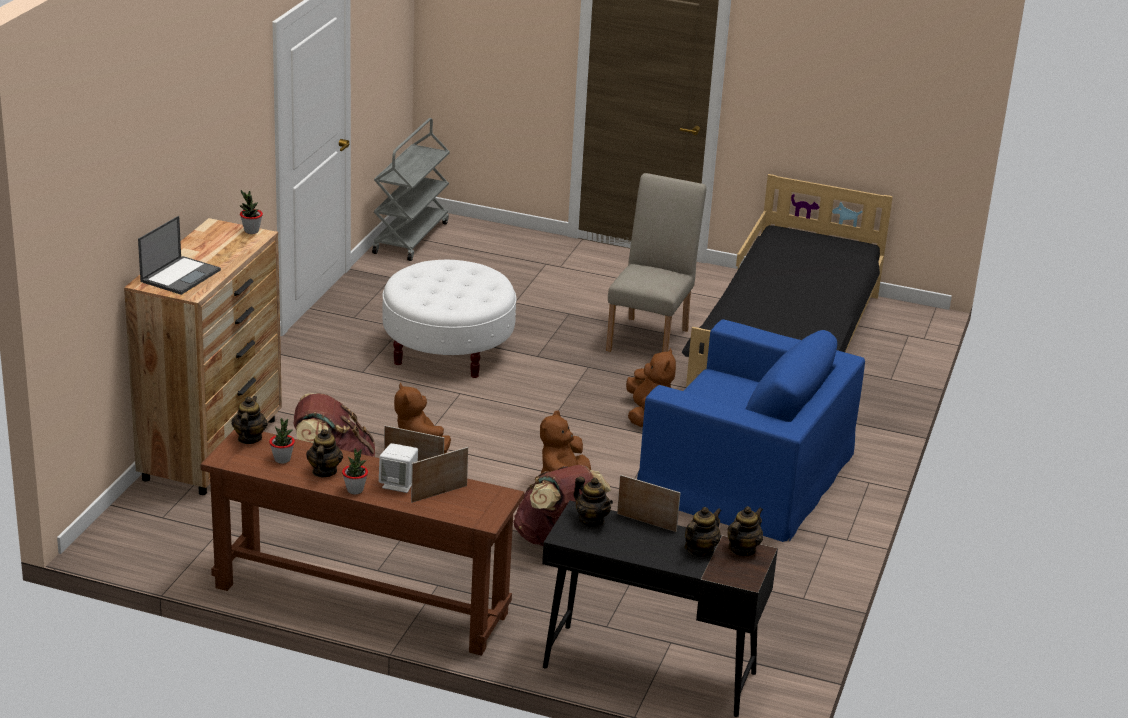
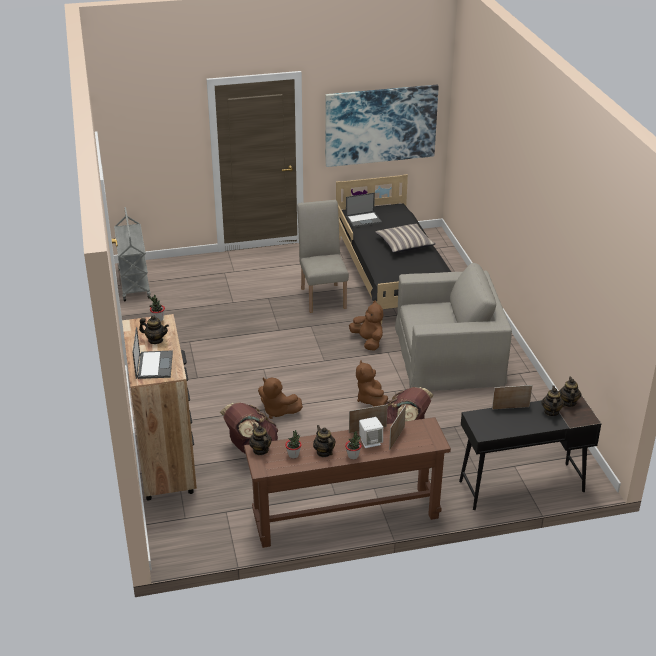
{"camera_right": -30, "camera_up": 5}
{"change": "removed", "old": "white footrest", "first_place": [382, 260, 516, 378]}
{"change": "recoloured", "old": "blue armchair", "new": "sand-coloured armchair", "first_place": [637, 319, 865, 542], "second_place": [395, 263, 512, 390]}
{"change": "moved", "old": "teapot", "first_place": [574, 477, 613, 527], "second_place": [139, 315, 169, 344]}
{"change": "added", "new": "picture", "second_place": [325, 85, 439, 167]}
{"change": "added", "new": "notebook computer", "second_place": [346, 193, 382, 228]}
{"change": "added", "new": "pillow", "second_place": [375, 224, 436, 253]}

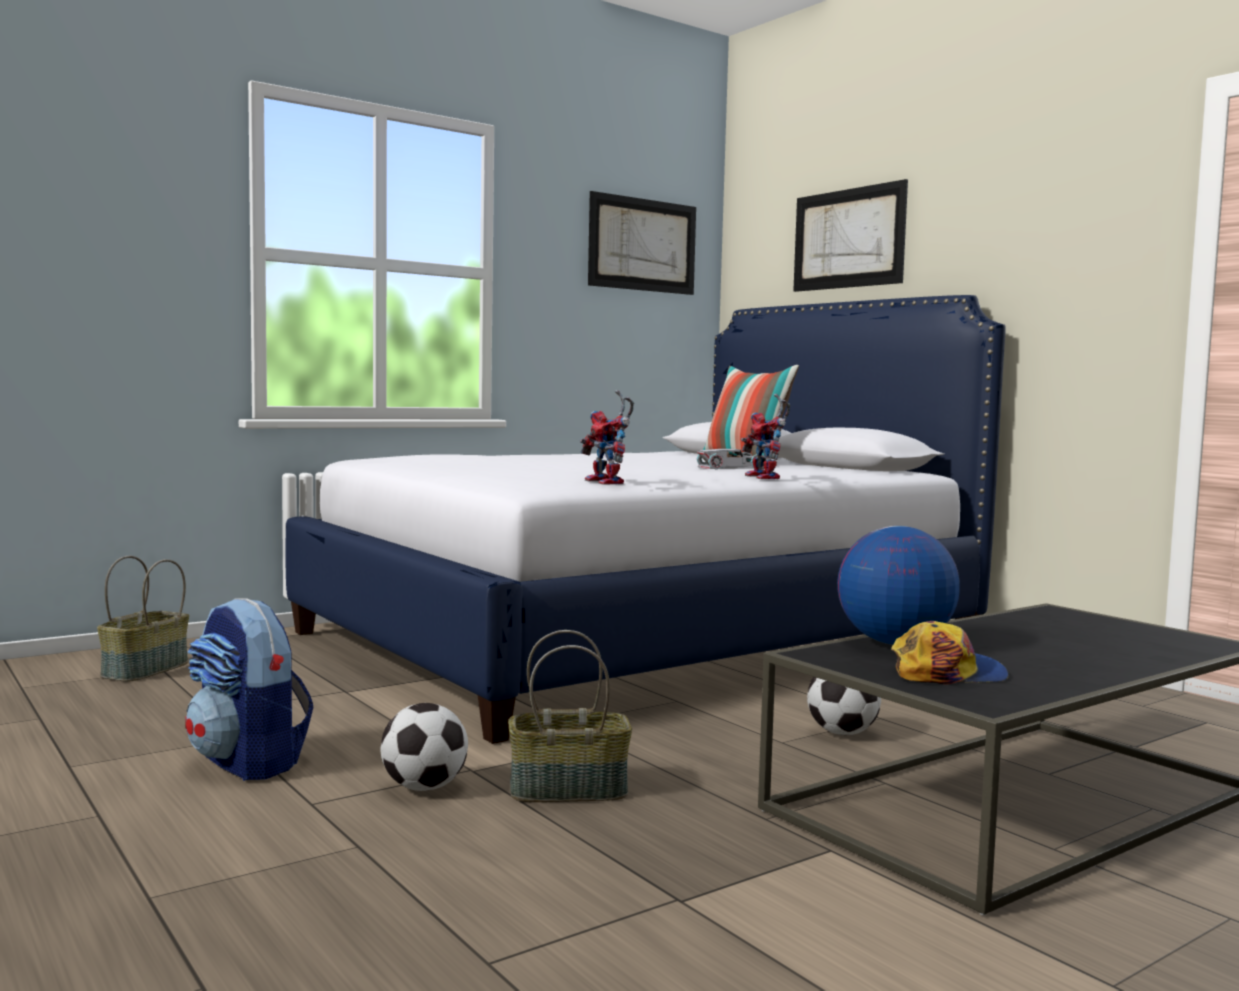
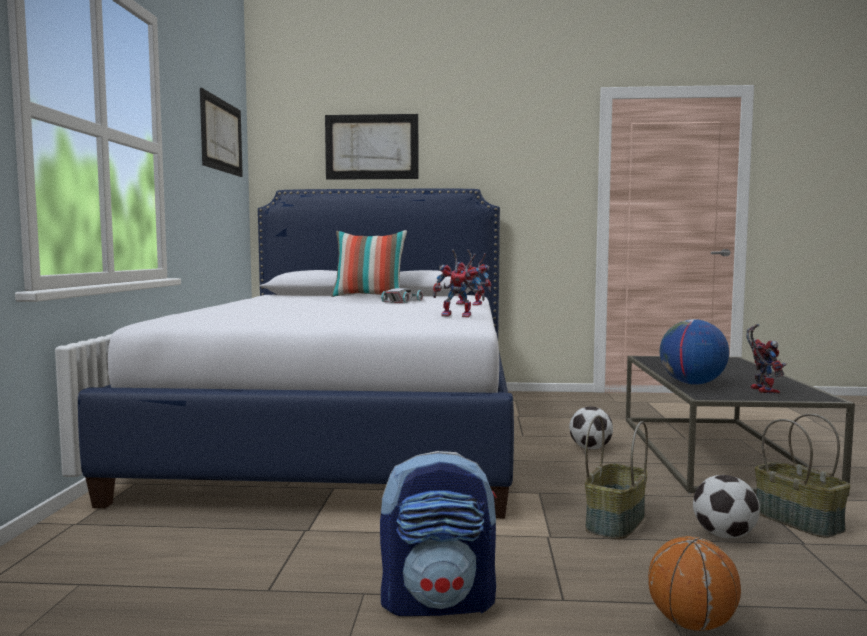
{"camera_right": -50, "camera_up": 0}
{"change": "moved", "old": "storage basket", "first_place": [97, 556, 189, 682], "second_place": [755, 414, 851, 538]}
{"change": "replaced", "old": "baseball cap", "new": "robot figure", "first_place": [891, 621, 1008, 685], "second_place": [746, 324, 787, 394]}
{"change": "moved", "old": "football ball", "first_place": [381, 703, 468, 791], "second_place": [693, 475, 760, 538]}
{"change": "added", "new": "basketball ball", "second_place": [648, 536, 741, 631]}

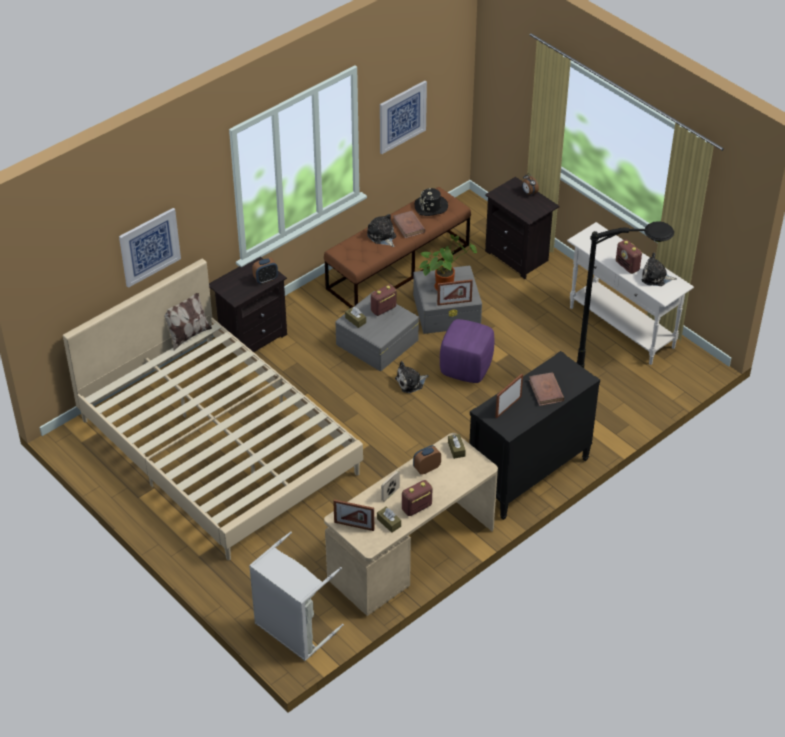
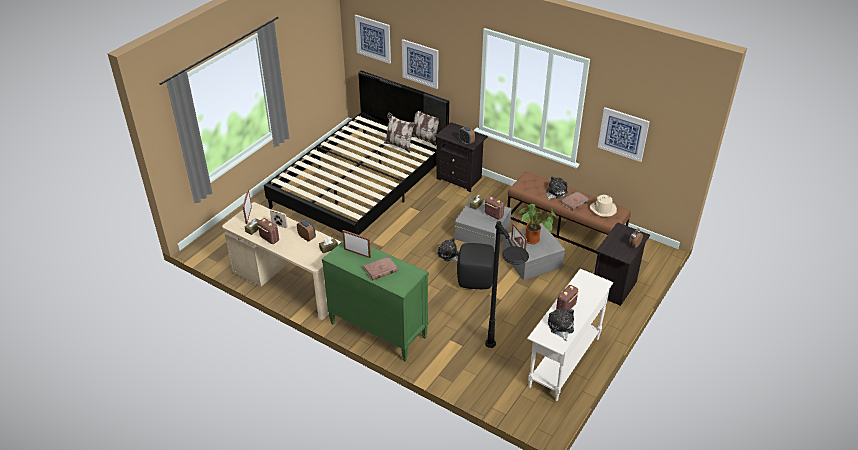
{"camera_right": 75, "camera_up": -5}
{"change": "recoloured", "old": "blackish wearable hat", "new": "sand-coloured wearable hat", "first_place": [415, 188, 448, 216], "second_place": [590, 194, 617, 217]}
{"change": "recoloured", "old": "sand-coloured bedroom bed", "new": "blackish bedroom bed", "first_place": [63, 259, 363, 560], "second_place": [264, 70, 449, 235]}
{"change": "recoloured", "old": "purplish footrest", "new": "blackish footrest", "first_place": [440, 319, 494, 383], "second_place": [457, 243, 495, 289]}
{"change": "recoloured", "old": "blackish drawer chest", "new": "green-coloured drawer chest", "first_place": [469, 351, 600, 520], "second_place": [322, 241, 429, 361]}
{"change": "removed", "old": "gray laundry basket", "first_place": [249, 531, 344, 661]}
{"change": "added", "new": "picture", "second_place": [355, 15, 391, 64]}
{"change": "added", "new": "pillow", "second_place": [384, 112, 415, 153]}

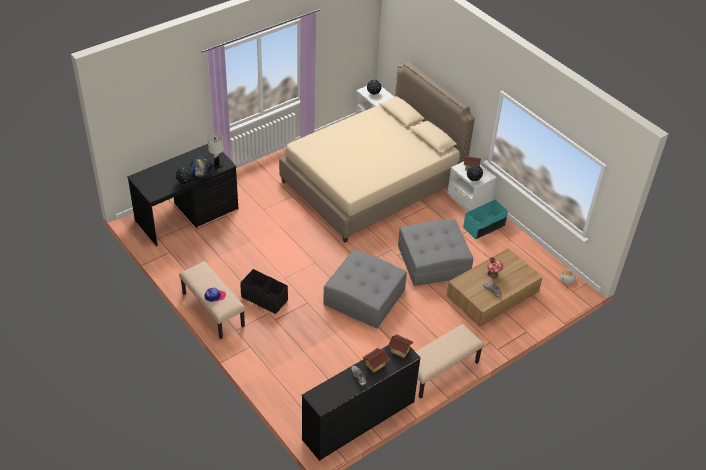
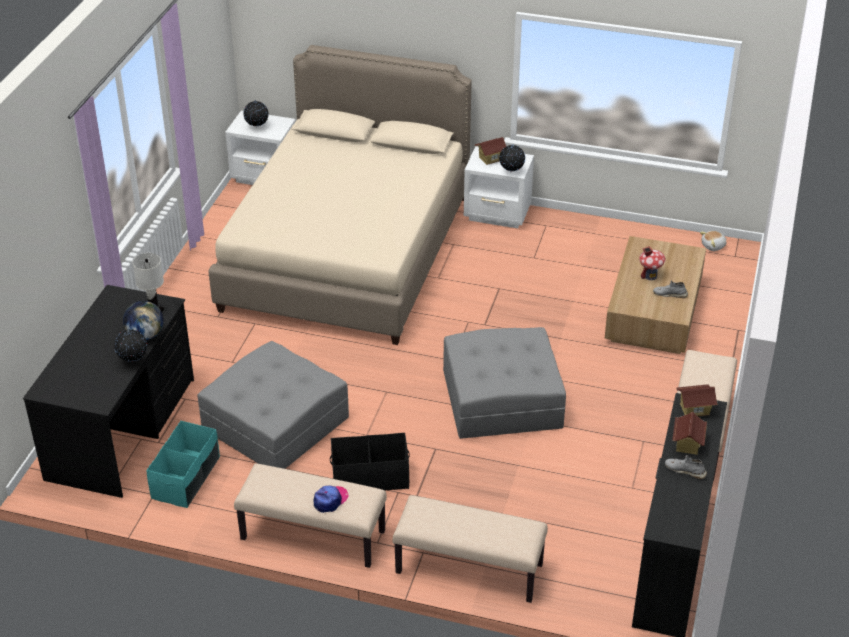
{"camera_right": -35, "camera_up": -5}
{"change": "moved", "old": "blue-green storage box", "first_place": [463, 200, 508, 239], "second_place": [146, 421, 220, 508]}
{"change": "moved", "old": "gray footrest", "first_place": [398, 219, 473, 286], "second_place": [197, 341, 349, 469]}
{"change": "added", "new": "sand-coloured bench", "second_place": [393, 495, 548, 603]}

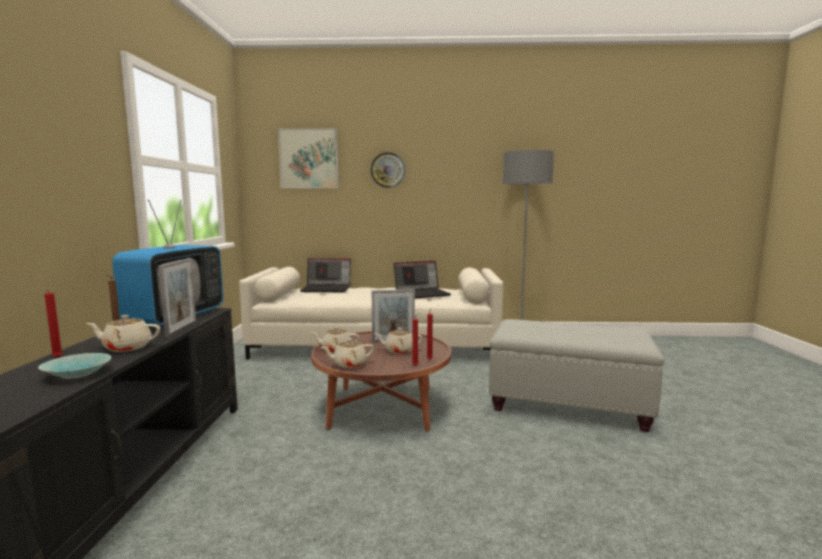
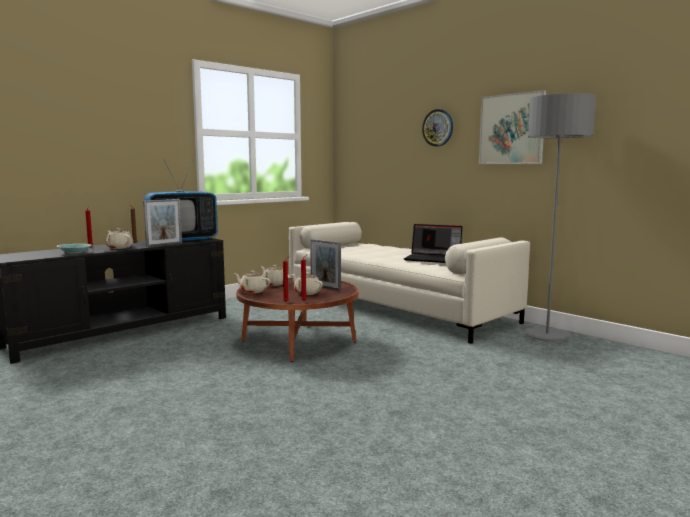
{"camera_right": 45, "camera_up": 0}
{"change": "moved", "old": "picture", "first_place": [278, 128, 339, 188], "second_place": [479, 90, 546, 164]}
{"change": "removed", "old": "notebook computer", "first_place": [300, 258, 351, 292]}
{"change": "removed", "old": "gray footrest", "first_place": [489, 319, 664, 432]}

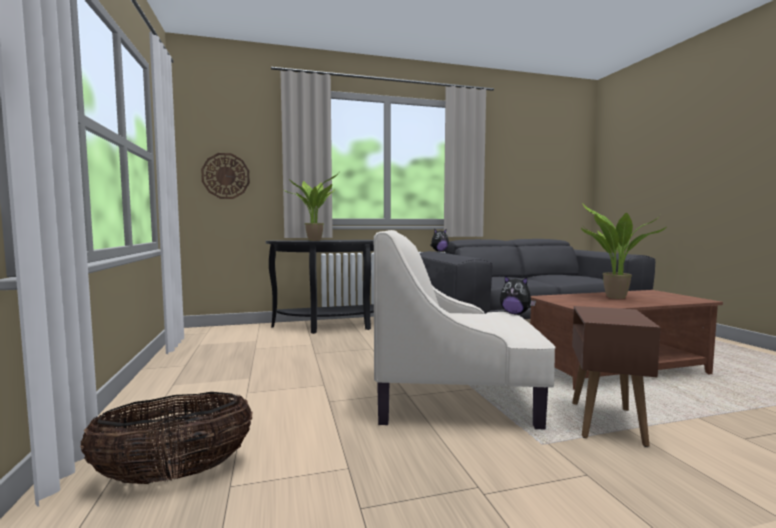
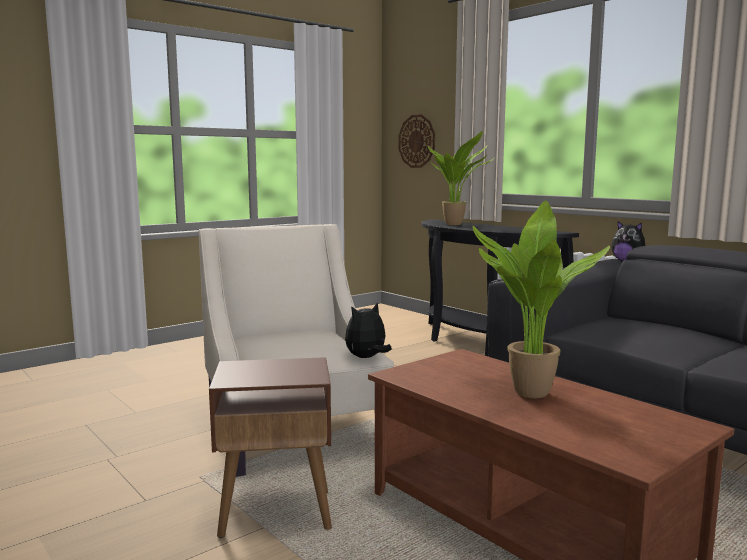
{"camera_right": 65, "camera_up": 5}
{"change": "turned", "old": "cuddly toy", "first_place": [500, 276, 536, 314], "second_place": [345, 302, 392, 358], "degrees": 45}
{"change": "removed", "old": "storage basket", "first_place": [80, 392, 252, 484]}

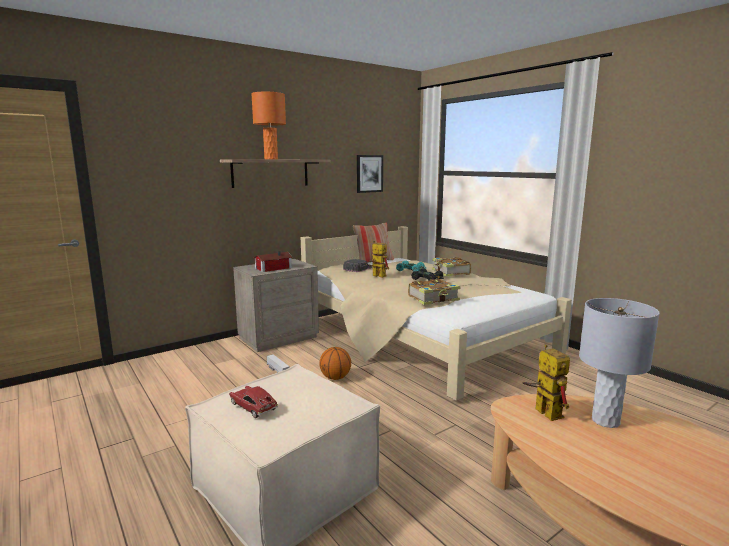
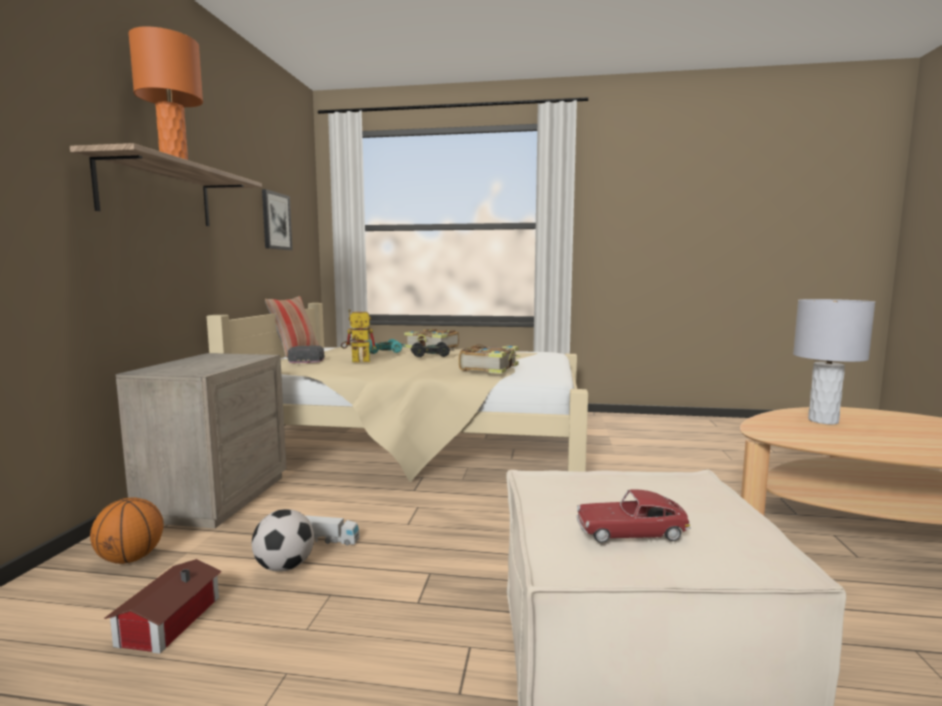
{"camera_right": -45, "camera_up": -5}
{"change": "moved", "old": "miniature house", "first_place": [254, 251, 293, 272], "second_place": [104, 559, 222, 653]}
{"change": "removed", "old": "robot figure", "first_place": [522, 344, 570, 421]}
{"change": "moved", "old": "basketball ball", "first_place": [319, 347, 351, 380], "second_place": [90, 497, 164, 564]}
{"change": "added", "new": "football ball", "second_place": [252, 509, 314, 572]}

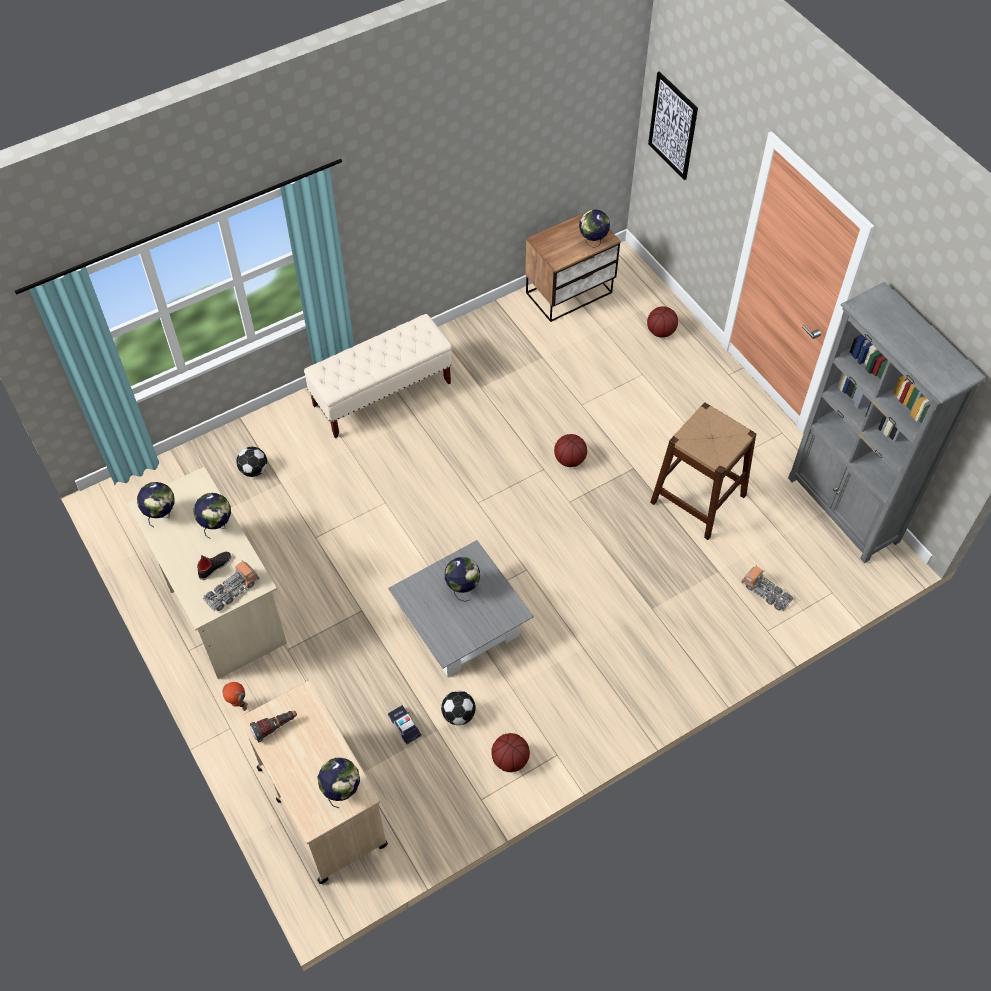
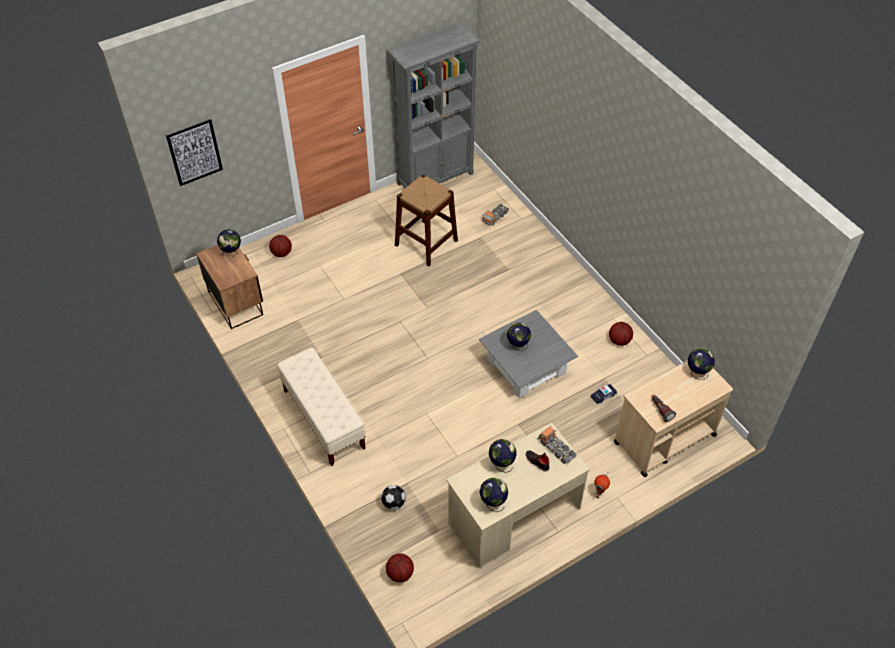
{"camera_right": -90, "camera_up": -5}
{"change": "moved", "old": "basketball ball", "first_place": [554, 434, 587, 467], "second_place": [386, 553, 414, 582]}
{"change": "removed", "old": "football ball", "first_place": [441, 691, 476, 725]}

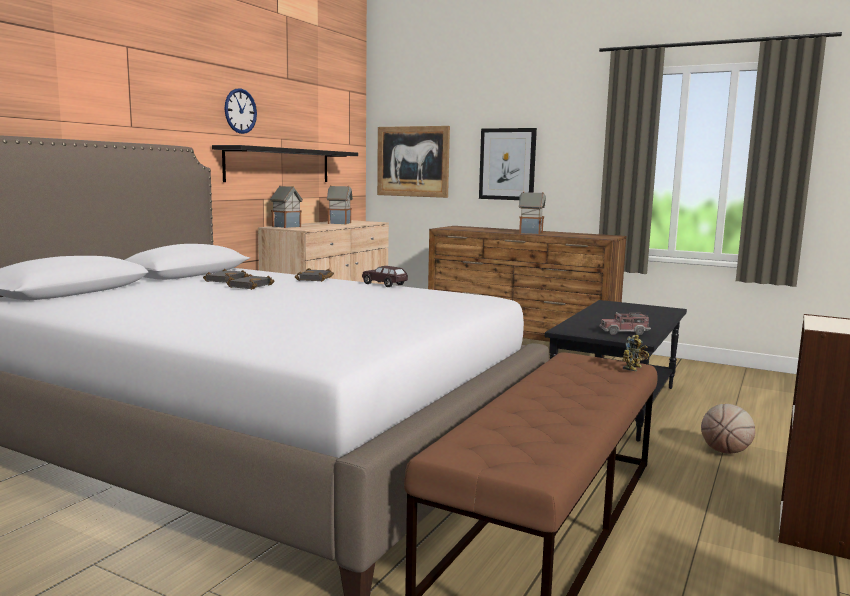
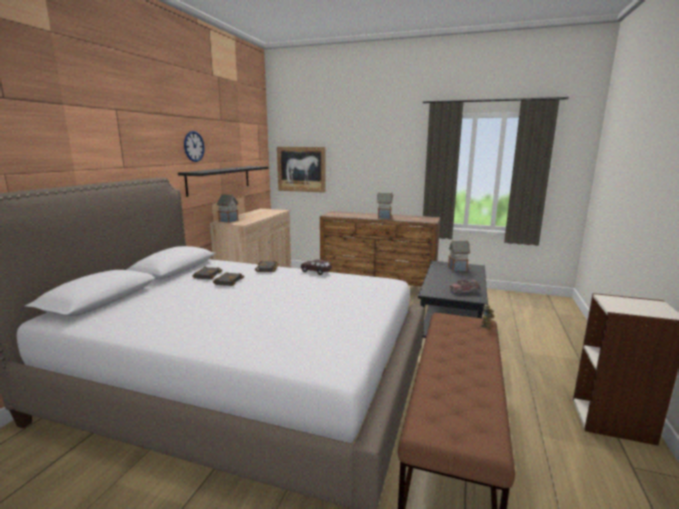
{"camera_right": -10, "camera_up": 5}
{"change": "removed", "old": "picture", "first_place": [479, 128, 537, 200]}
{"change": "moved", "old": "miniature house", "first_place": [327, 185, 353, 225], "second_place": [448, 240, 470, 271]}
{"change": "removed", "old": "basketball ball", "first_place": [701, 404, 755, 454]}

